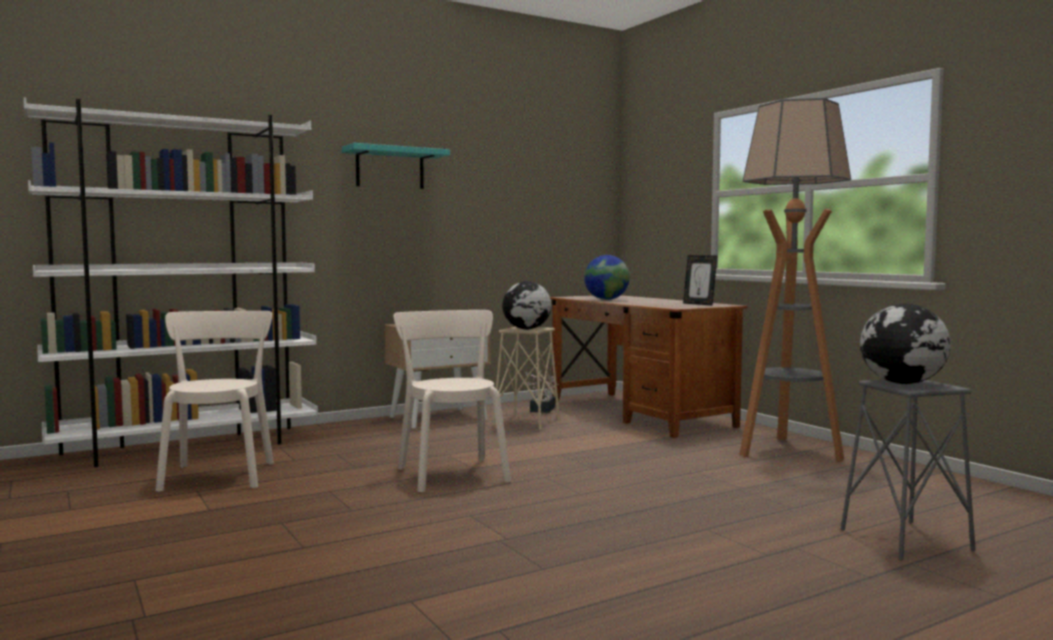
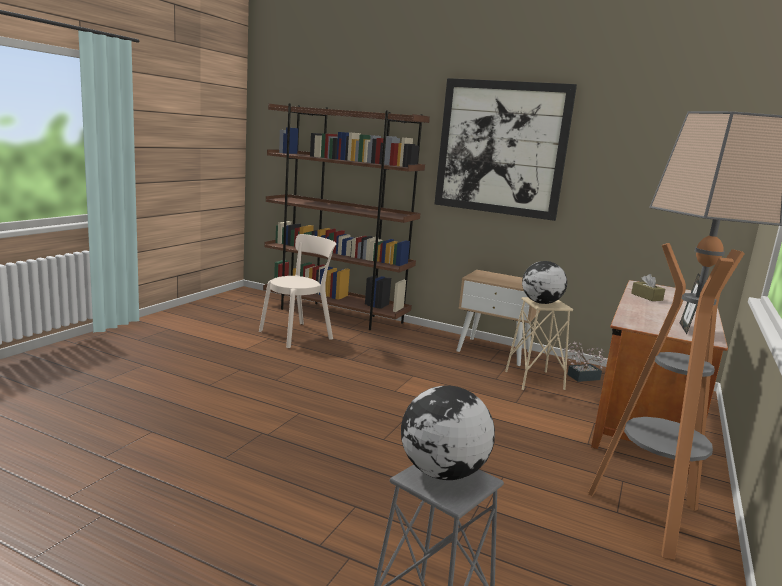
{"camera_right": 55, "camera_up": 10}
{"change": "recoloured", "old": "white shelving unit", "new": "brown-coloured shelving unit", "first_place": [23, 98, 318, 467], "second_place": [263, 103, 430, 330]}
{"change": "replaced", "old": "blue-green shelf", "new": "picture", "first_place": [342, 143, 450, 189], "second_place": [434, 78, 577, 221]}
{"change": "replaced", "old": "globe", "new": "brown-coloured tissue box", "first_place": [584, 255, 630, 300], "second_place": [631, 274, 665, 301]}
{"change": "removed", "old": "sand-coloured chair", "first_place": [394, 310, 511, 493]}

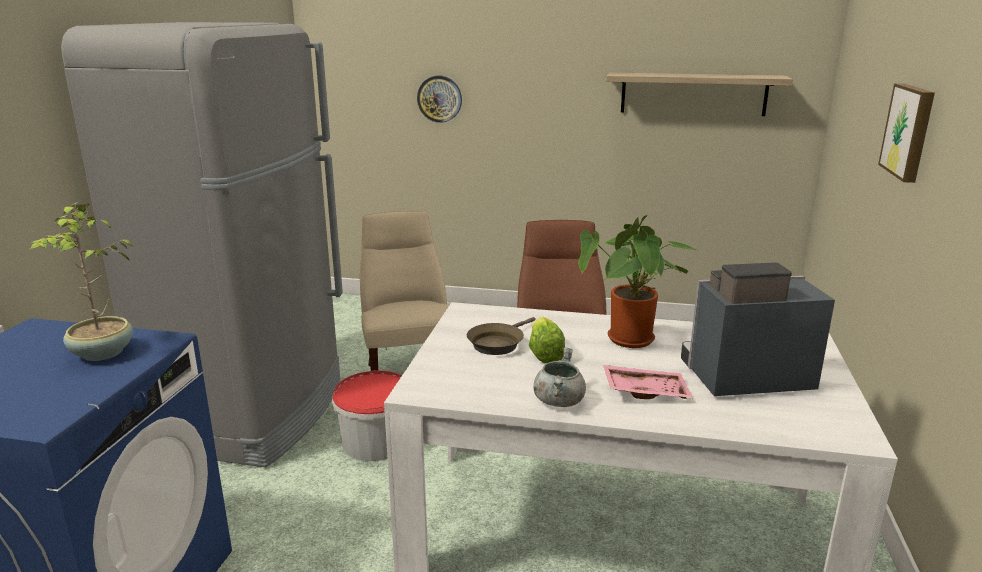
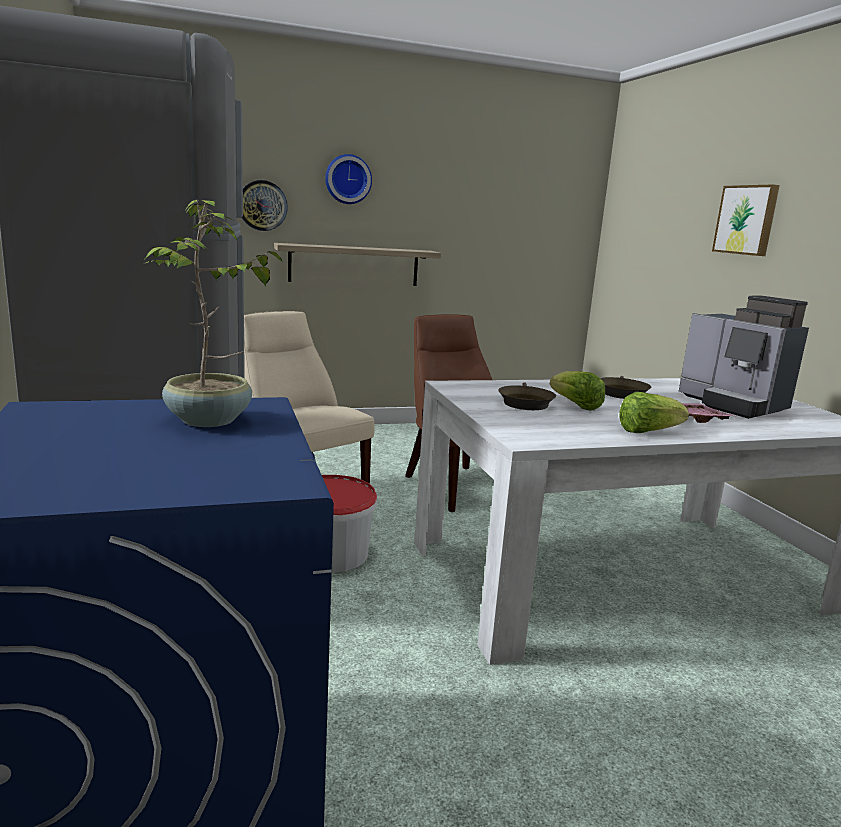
{"camera_right": -30, "camera_up": -5}
{"change": "moved", "old": "shelf", "first_place": [606, 73, 793, 116], "second_place": [274, 243, 441, 286]}
{"change": "replaced", "old": "plant in a pot", "new": "brown-coloured skillet", "first_place": [578, 215, 697, 348], "second_place": [600, 376, 651, 399]}
{"change": "turned", "old": "coffee maker", "first_place": [681, 263, 835, 396], "second_place": [679, 295, 809, 419], "degrees": -90}
{"change": "replaced", "old": "gray saucepot", "new": "lettuce", "first_place": [533, 347, 586, 407], "second_place": [619, 392, 689, 433]}
{"change": "added", "new": "hanging clock", "second_place": [325, 154, 372, 204]}

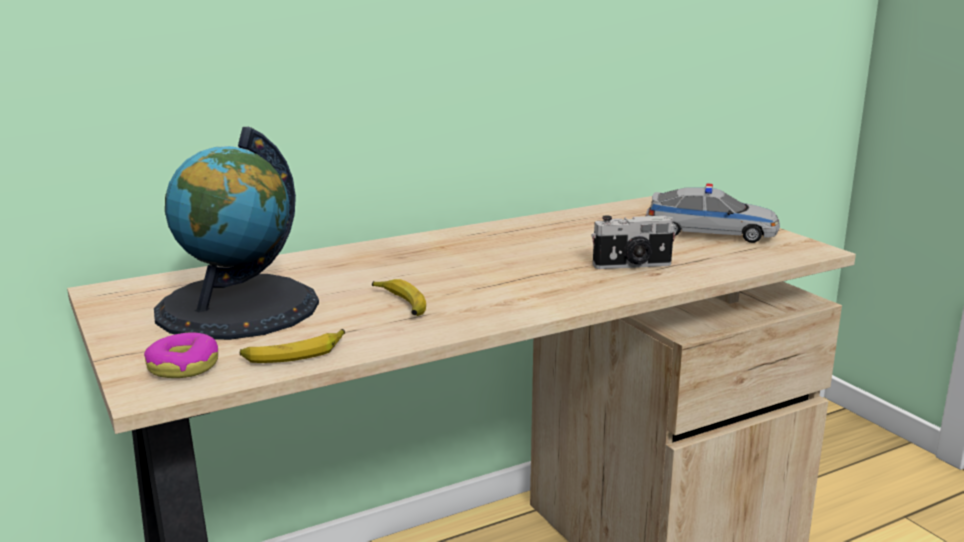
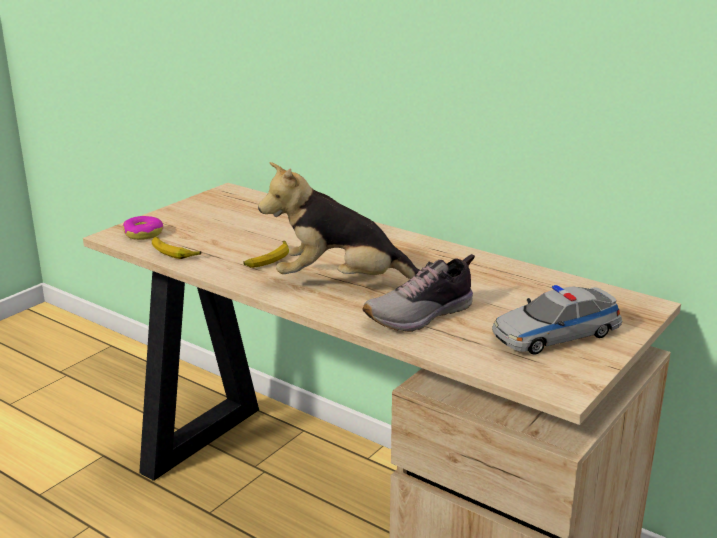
{"camera_right": 65, "camera_up": 5}
{"change": "removed", "old": "globe", "first_place": [154, 127, 319, 340]}
{"change": "turned", "old": "toy car", "first_place": [646, 183, 780, 243], "second_place": [492, 285, 622, 355], "degrees": 75}
{"change": "replaced", "old": "photo camera", "new": "low shoe", "first_place": [591, 215, 676, 269], "second_place": [362, 254, 475, 332]}
{"change": "added", "new": "cuddly toy", "second_place": [258, 162, 420, 279]}

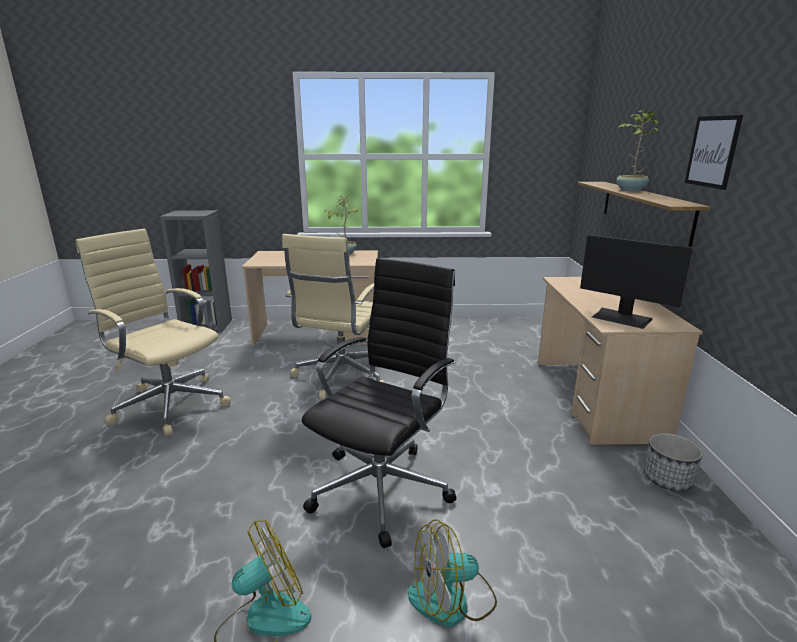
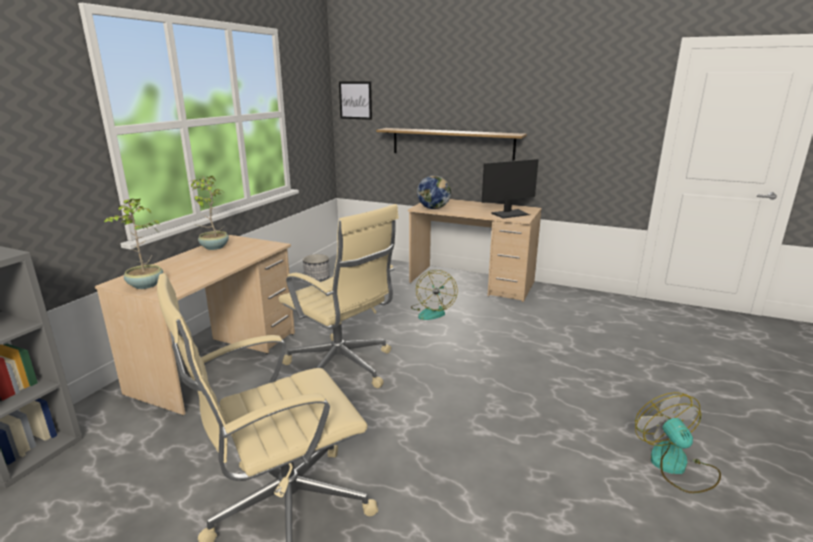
{"camera_right": -65, "camera_up": 0}
{"change": "moved", "old": "plant in a pot", "first_place": [616, 111, 658, 192], "second_place": [103, 198, 163, 289]}
{"change": "moved", "old": "picture", "first_place": [685, 115, 743, 190], "second_place": [339, 81, 372, 120]}
{"change": "removed", "old": "blackish computer chair", "first_place": [302, 258, 456, 548]}
{"change": "moved", "old": "planter", "first_place": [644, 433, 703, 491], "second_place": [303, 254, 329, 281]}
{"change": "moved", "old": "electric fan", "first_place": [408, 519, 497, 627], "second_place": [411, 270, 458, 320]}
{"change": "added", "new": "globe", "second_place": [417, 175, 451, 209]}

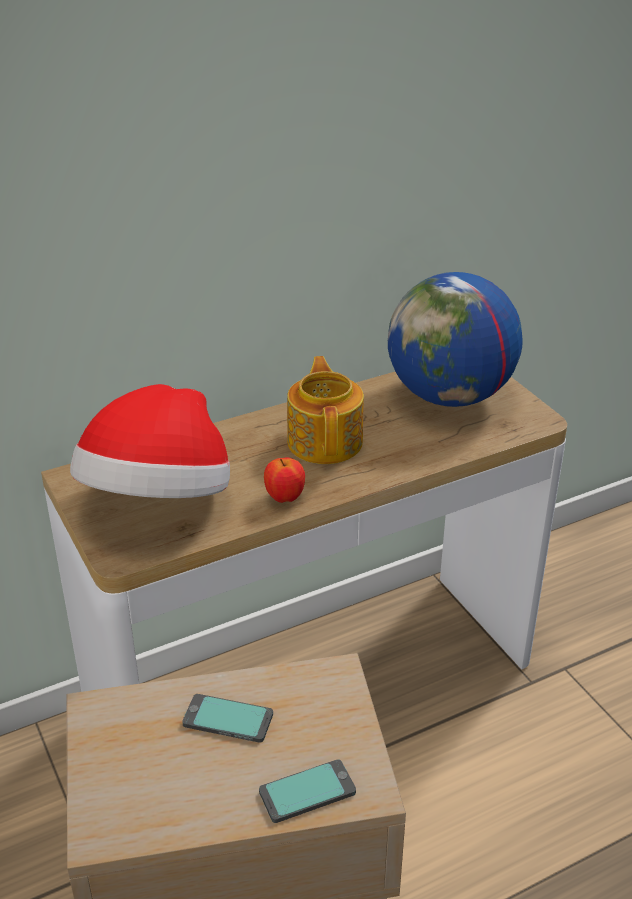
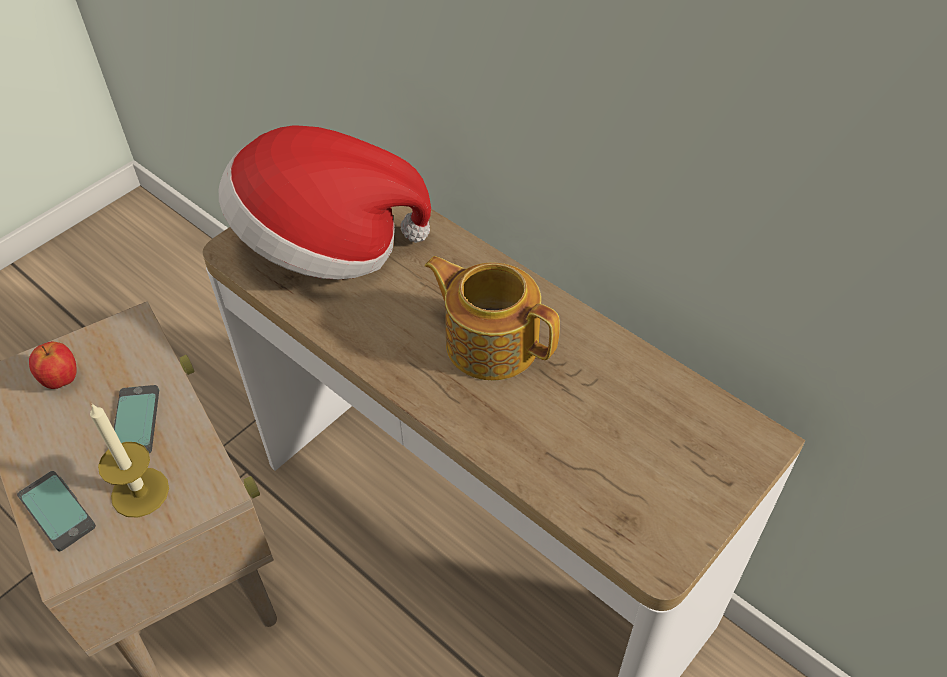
{"camera_right": 70, "camera_up": 15}
{"change": "removed", "old": "globe", "first_place": [388, 272, 523, 407]}
{"change": "turned", "old": "teapot", "first_place": [287, 356, 364, 464], "second_place": [424, 256, 560, 380], "degrees": -120}
{"change": "moved", "old": "apple", "first_place": [264, 457, 305, 503], "second_place": [29, 342, 77, 389]}
{"change": "added", "new": "wax light", "second_place": [90, 404, 169, 518]}

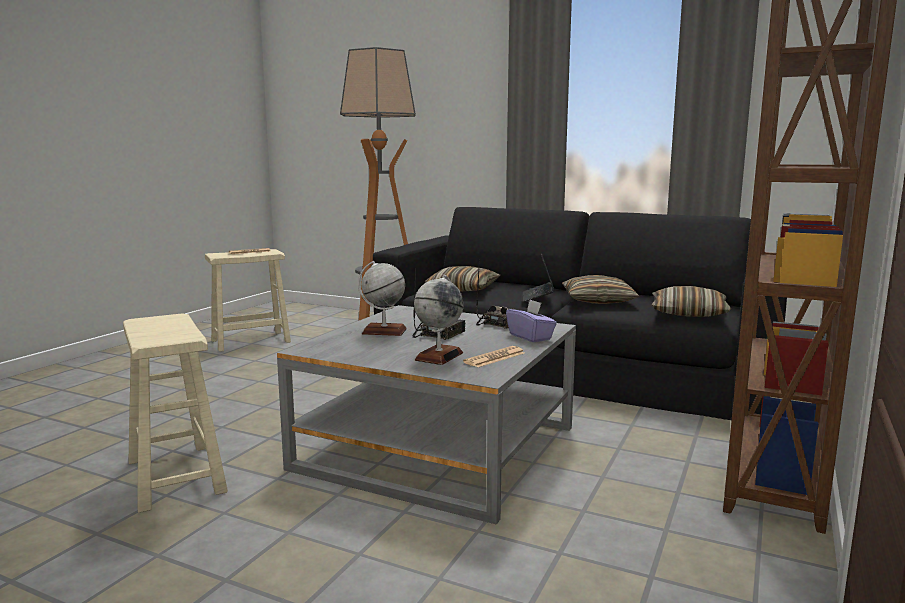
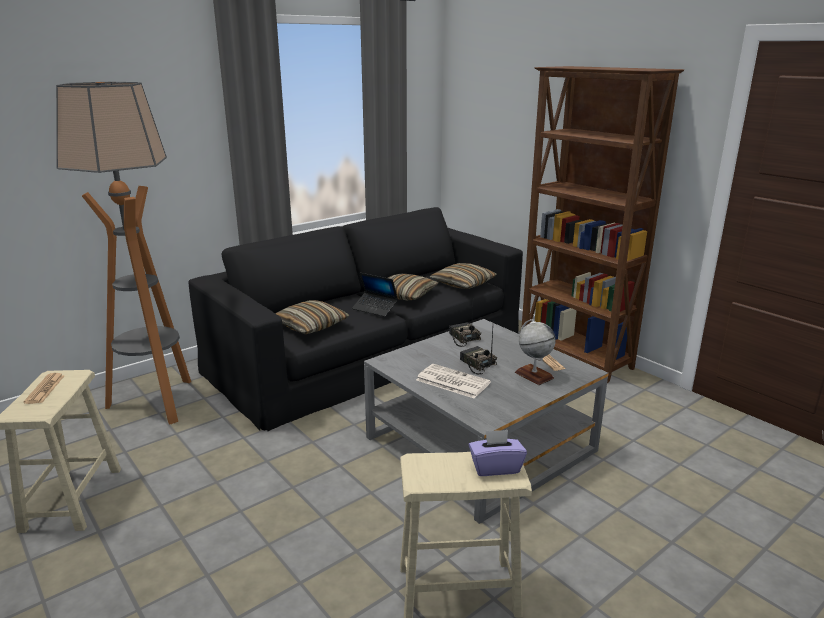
{"camera_right": -65, "camera_up": 10}
{"change": "replaced", "old": "globe", "new": "daily paper", "first_place": [358, 261, 407, 336], "second_place": [416, 364, 491, 398]}
{"change": "moved", "old": "purplish tissue box", "first_place": [506, 299, 557, 342], "second_place": [469, 430, 527, 476]}

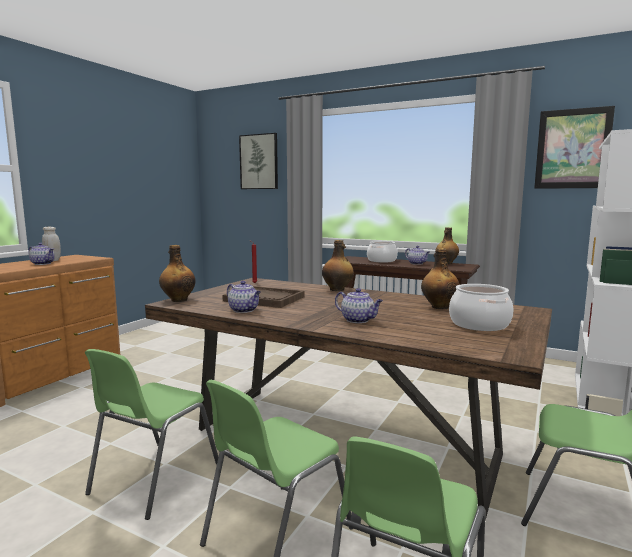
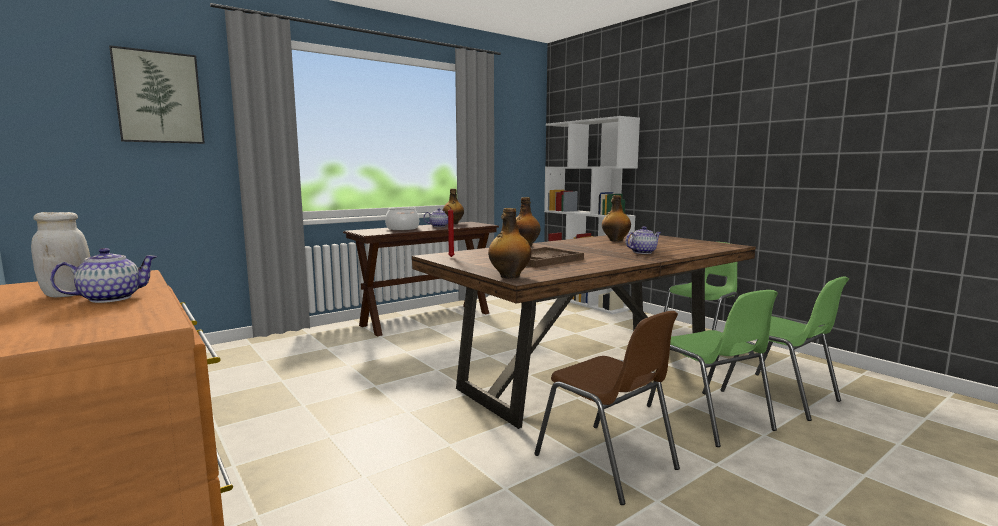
{"camera_right": -65, "camera_up": 0}
{"change": "removed", "old": "picture", "first_place": [534, 106, 615, 189]}
{"change": "removed", "old": "teapot", "first_place": [227, 281, 261, 313]}
{"change": "removed", "old": "saucepot", "first_place": [449, 284, 513, 331]}
{"change": "recoloured", "old": "green-coloured chair", "new": "brown-coloured chair", "first_place": [85, 349, 218, 520], "second_place": [534, 311, 680, 505]}

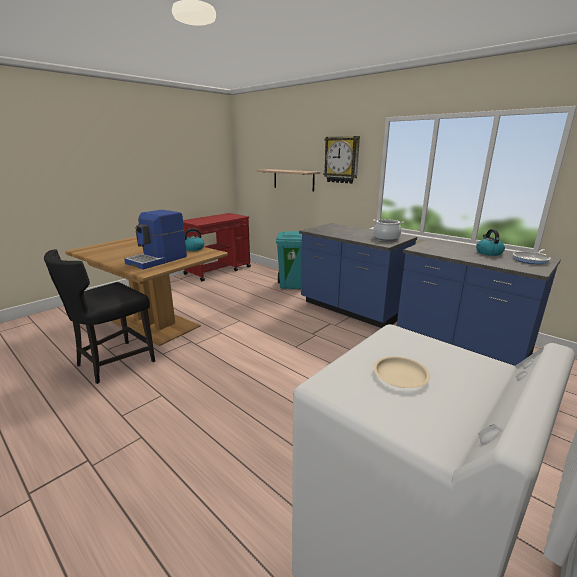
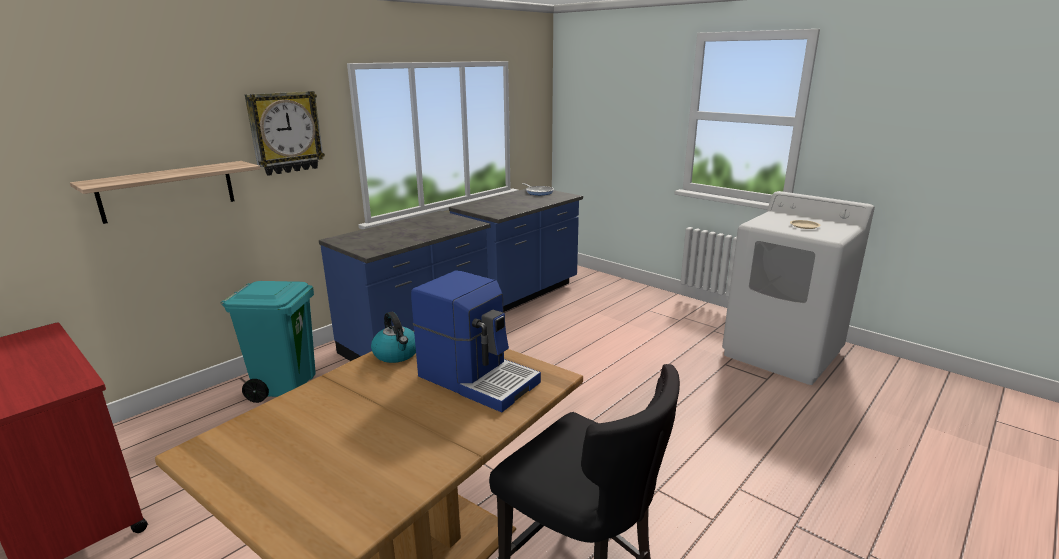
{"camera_right": -90, "camera_up": 0}
{"change": "removed", "old": "saucepot", "first_place": [373, 219, 404, 241]}
{"change": "removed", "old": "tea kettle", "first_place": [476, 229, 505, 256]}

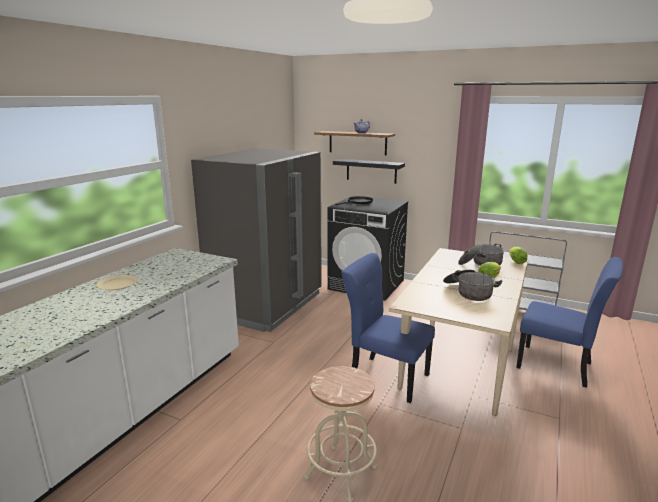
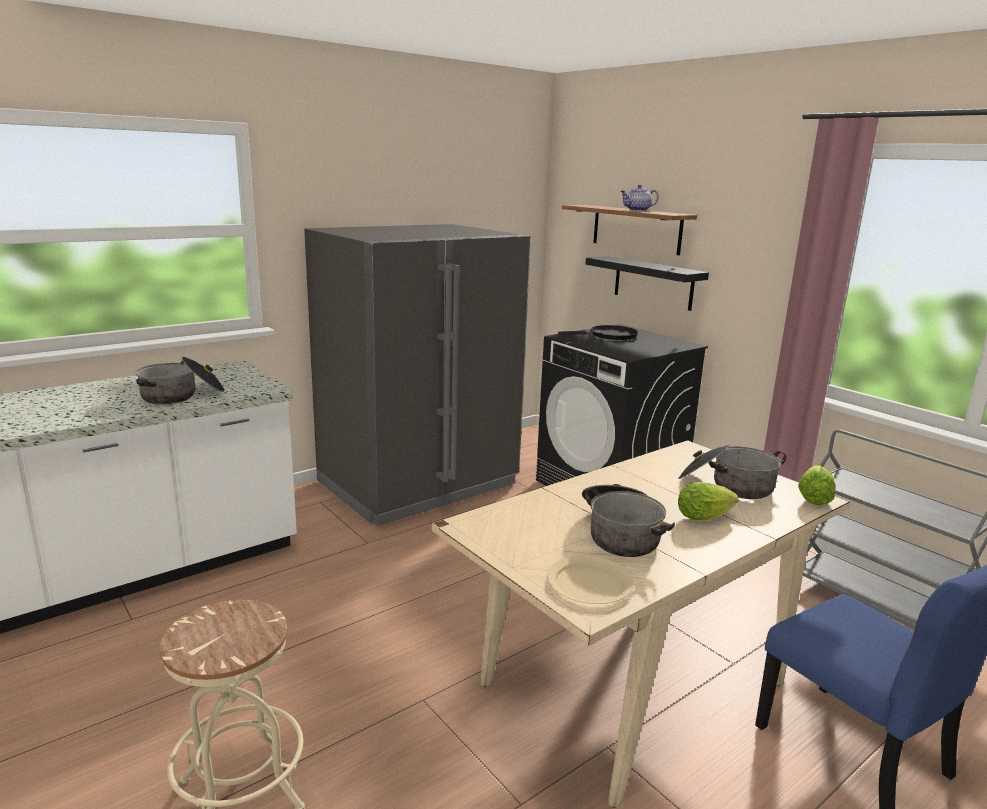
{"camera_right": 25, "camera_up": 0}
{"change": "removed", "old": "blue chair", "first_place": [341, 253, 435, 403]}
{"change": "moved", "old": "sand-coloured plate", "first_place": [96, 275, 138, 290], "second_place": [547, 556, 634, 604]}
{"change": "added", "new": "saucepot", "second_place": [135, 357, 225, 404]}

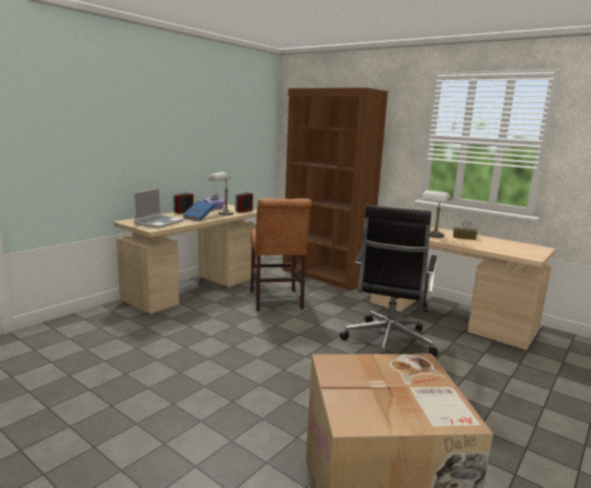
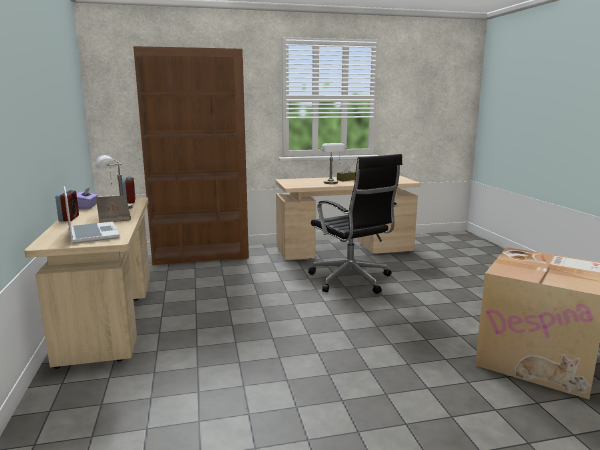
{"camera_right": -50, "camera_up": 0}
{"change": "removed", "old": "brown-coloured chair", "first_place": [250, 198, 312, 311]}
{"change": "recoloured", "old": "blue bound book", "new": "brown-coloured bound book", "first_place": [183, 201, 215, 221], "second_place": [96, 195, 131, 223]}

